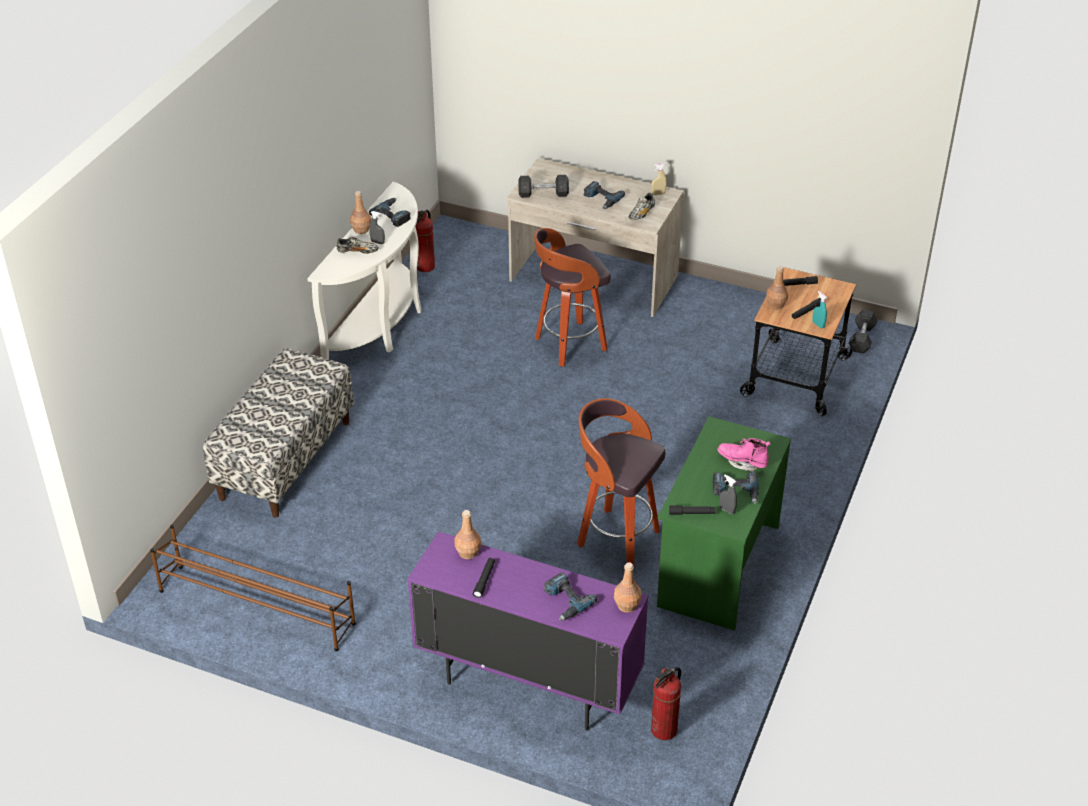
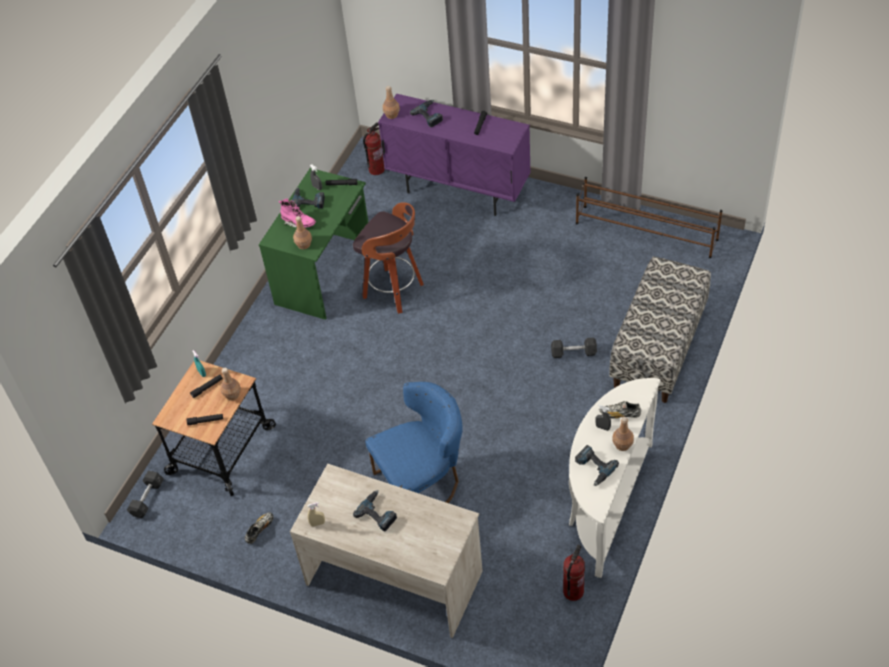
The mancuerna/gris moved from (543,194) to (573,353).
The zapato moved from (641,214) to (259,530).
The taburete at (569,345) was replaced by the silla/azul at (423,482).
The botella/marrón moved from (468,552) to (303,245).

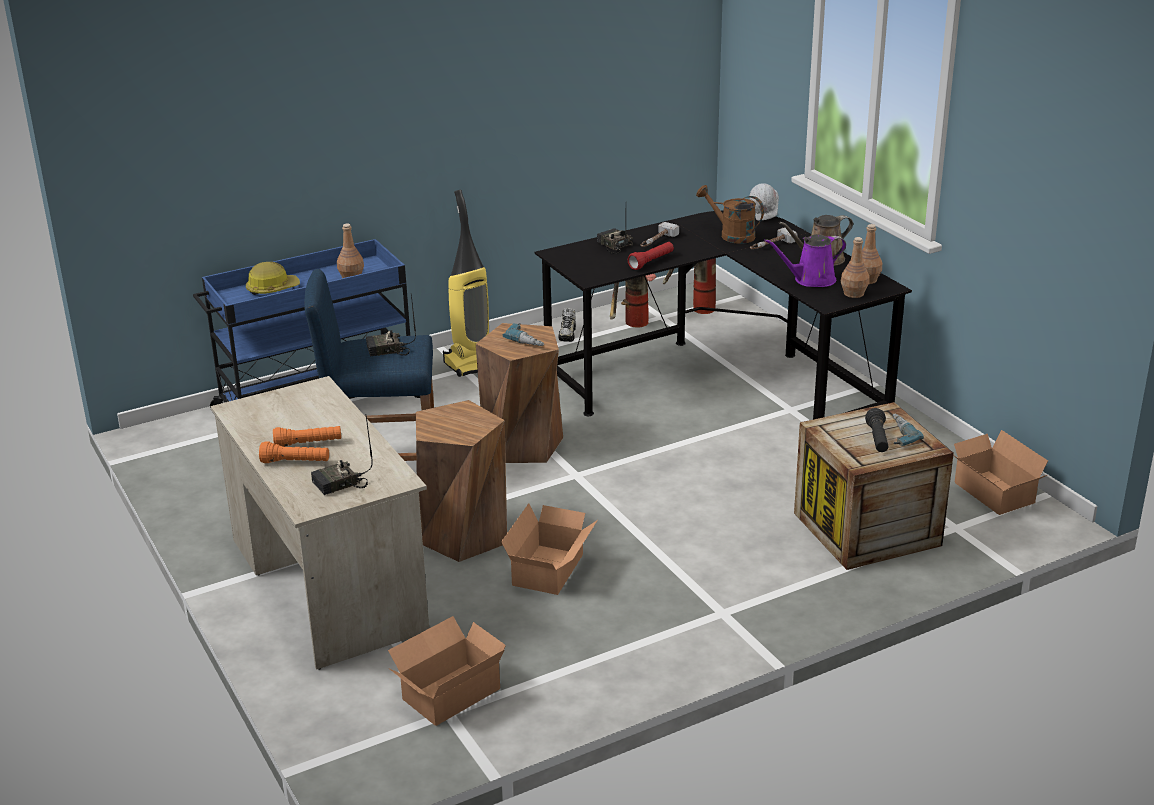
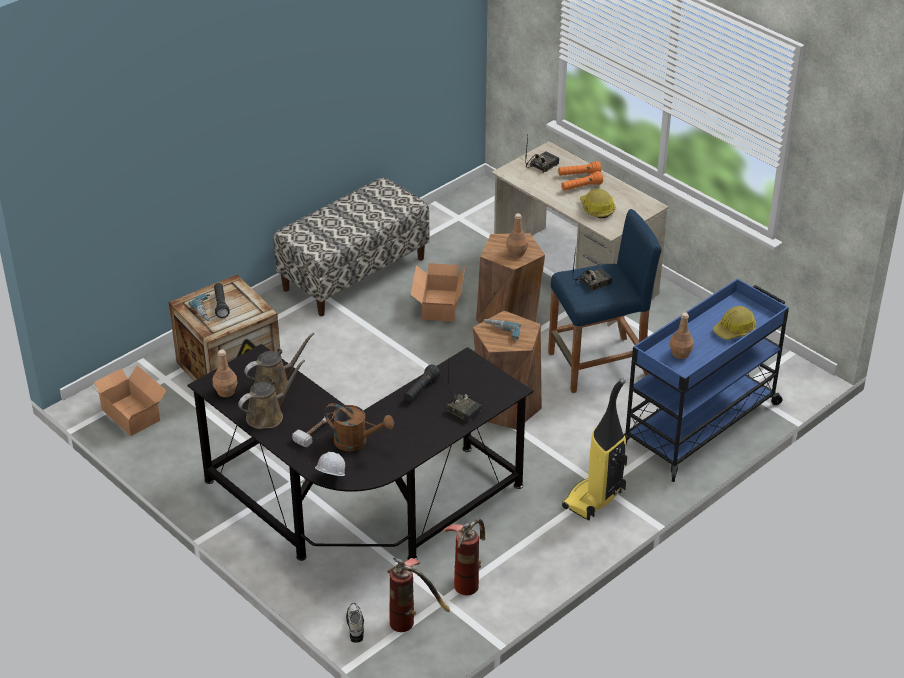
The martillo at (657,241) disappeared.
The regadera/morado at (811,280) became the regadera/marrón at (275,384).
The botella/marrón moved from (854,294) to (516,253).
The linterna/rojo at (651,262) became the linterna/negro at (421,389).
The zapato moved from (567,335) to (355,626).
The caja de cartón at (447,693) disappeared.
The banco at (354,273) appeared.
The casco at (597,209) appeared.

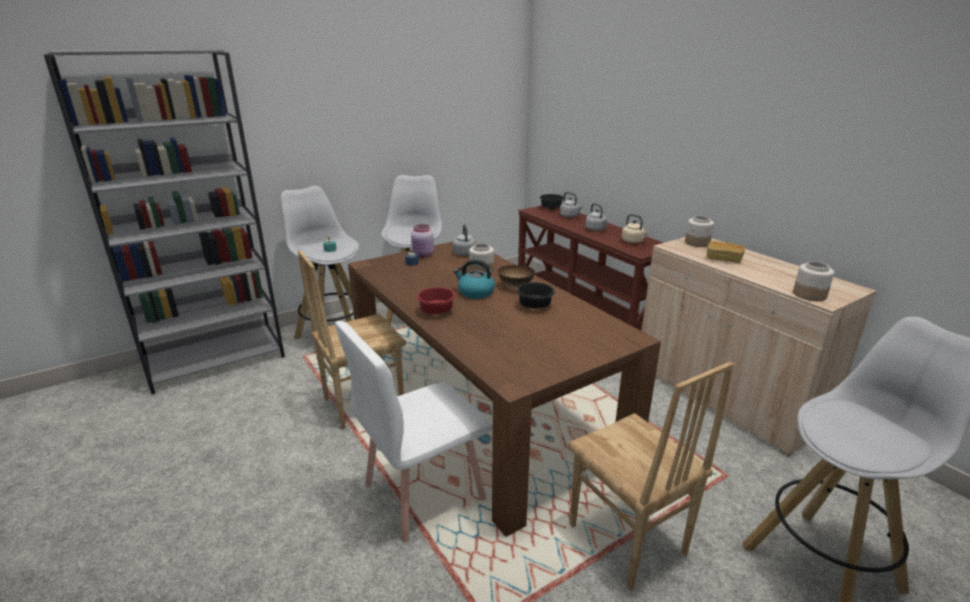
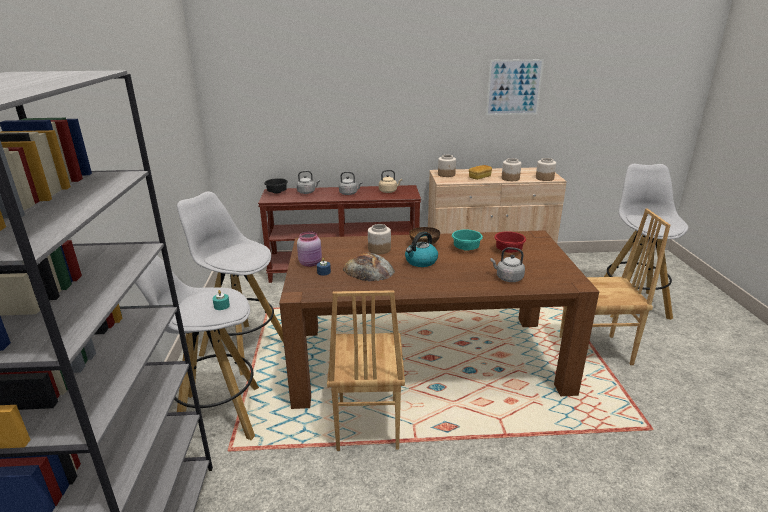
The hervidor/gris moved from (464,253) to (507,278).
The cuenco/negro at (533,306) became the cuenco/turquesa at (466,249).
The cuenco/rojo moved from (436,312) to (509,251).
The silla/blanco at (423,491) disappeared.
The cuadro at (514,87) appeared.
The tarro at (510,178) appeared.
The pan at (368,270) appeared.

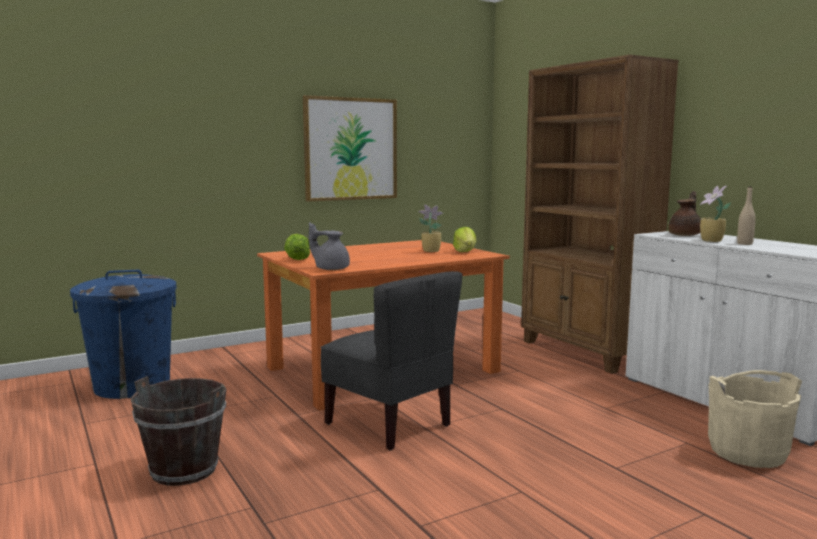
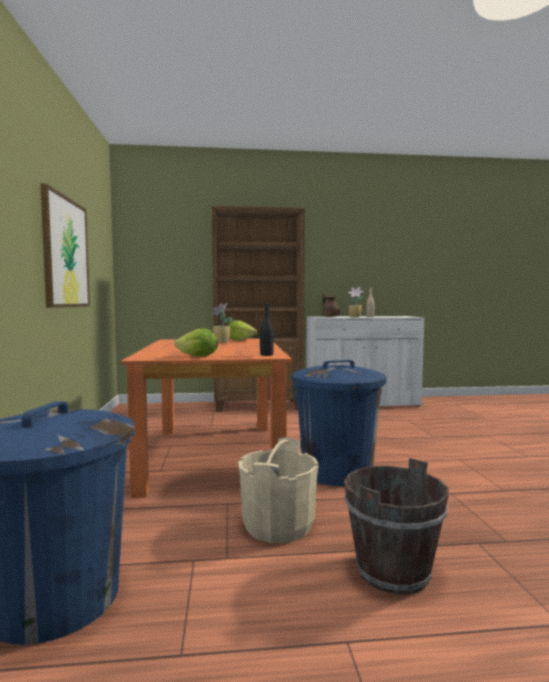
The tetera/gris at (331,269) was replaced by the botella/negro at (266,355).
The silla/gris at (389,424) was replaced by the papelera/azul at (337,472).
The cubo/beis moved from (747,452) to (278,525).

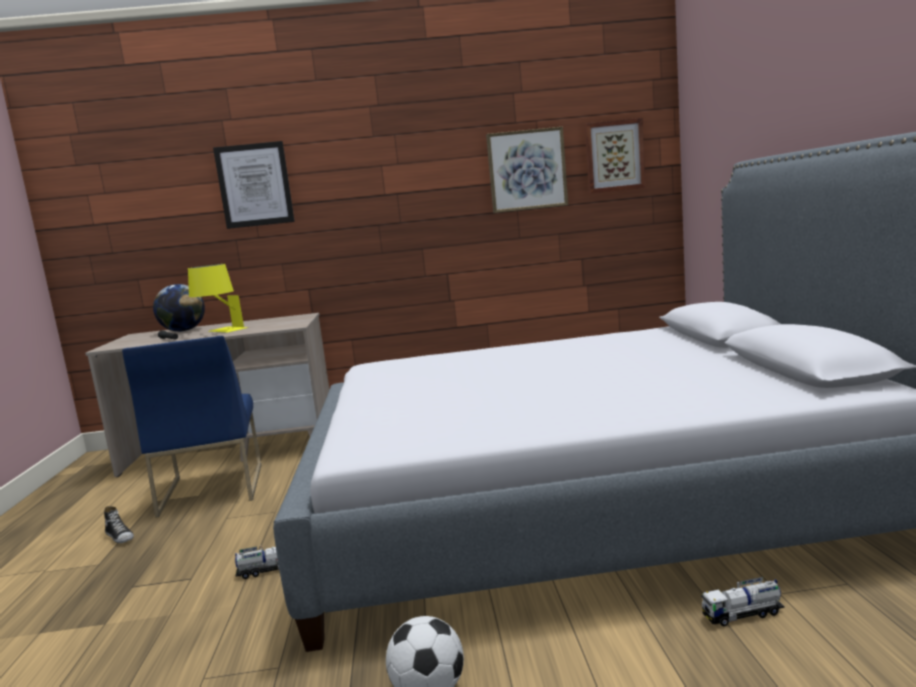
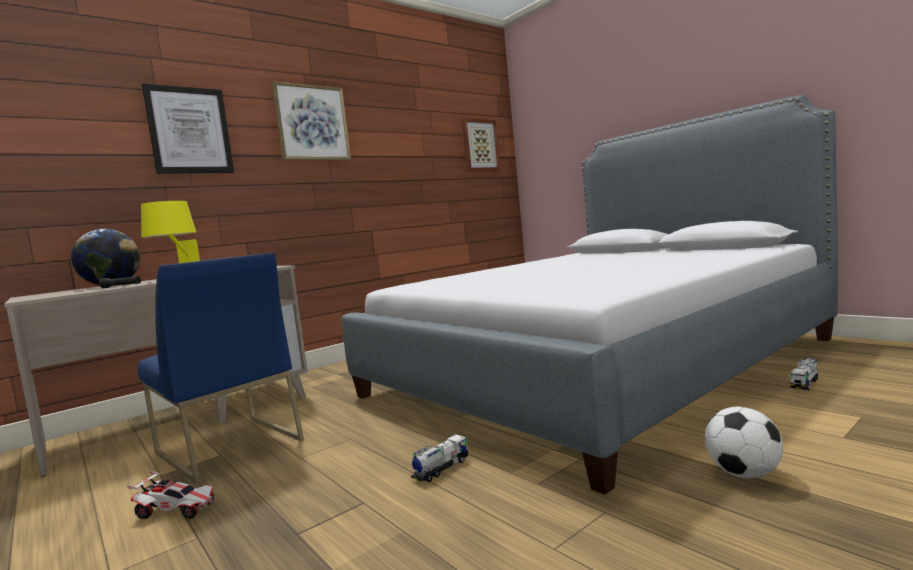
The cuadro moved from (527,170) to (312,123).
The zapato at (120,536) was replaced by the coche de juguete at (177,510).

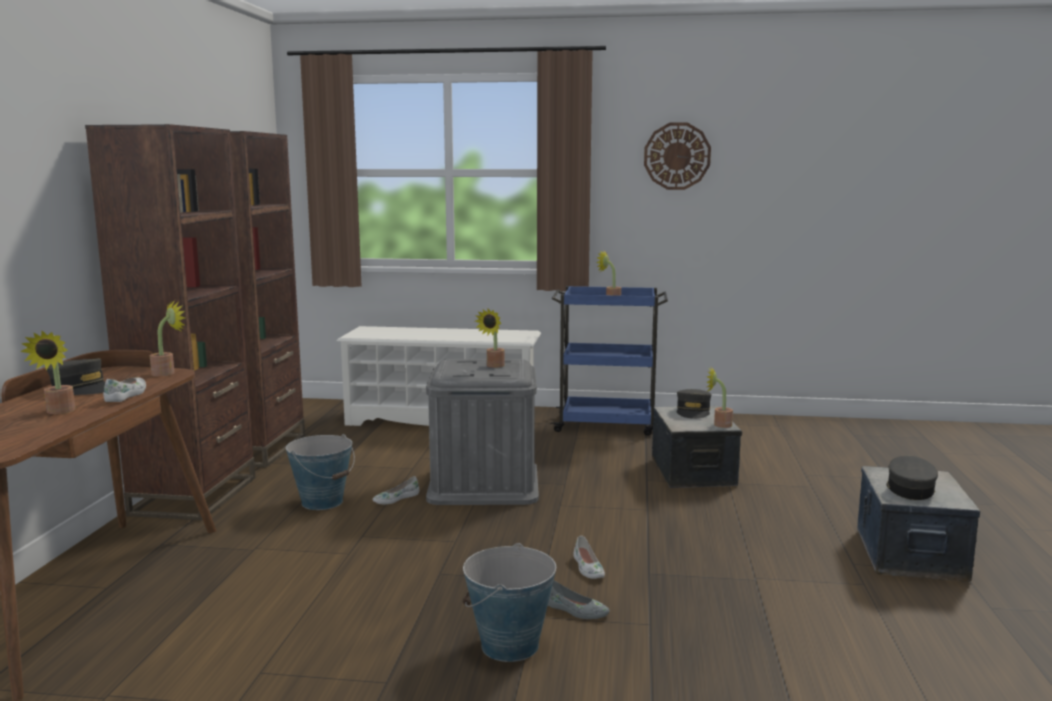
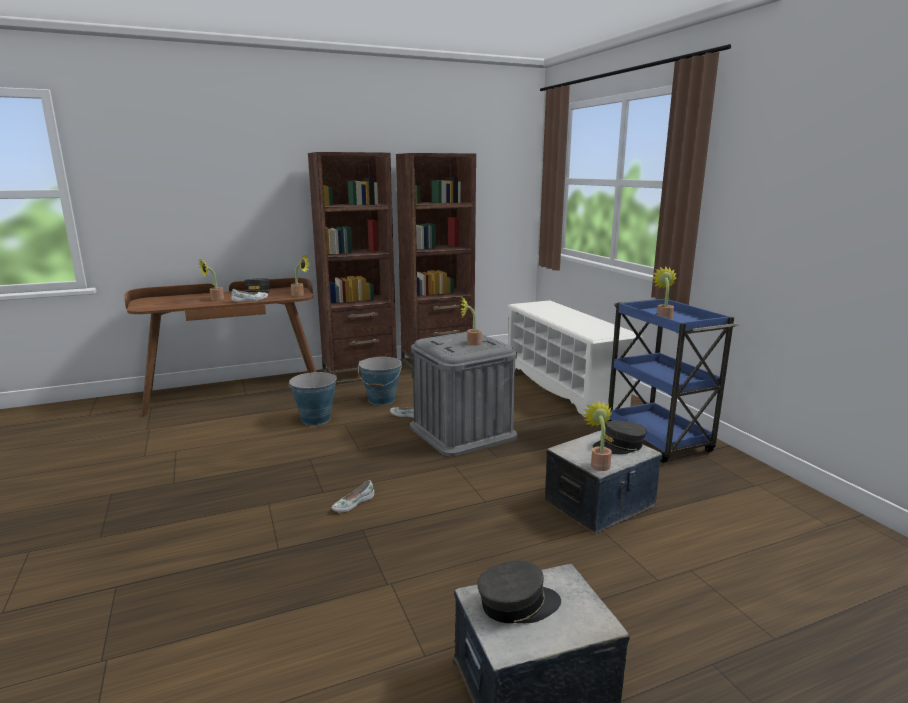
The reloj de pared at (677,156) disappeared.
The cubo moved from (509,645) to (315,419).
The zapato/gris at (576,611) disappeared.

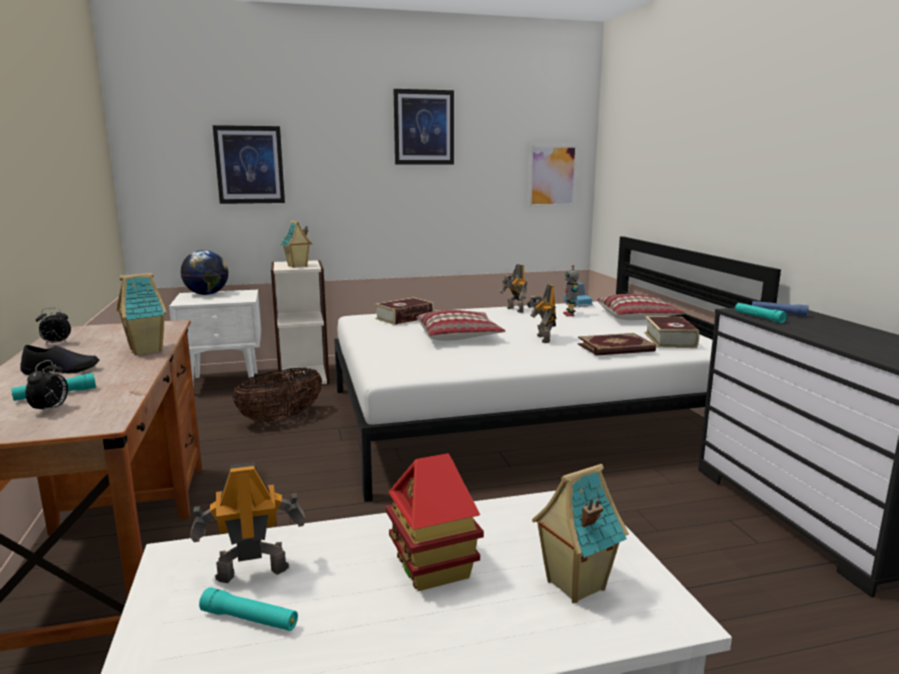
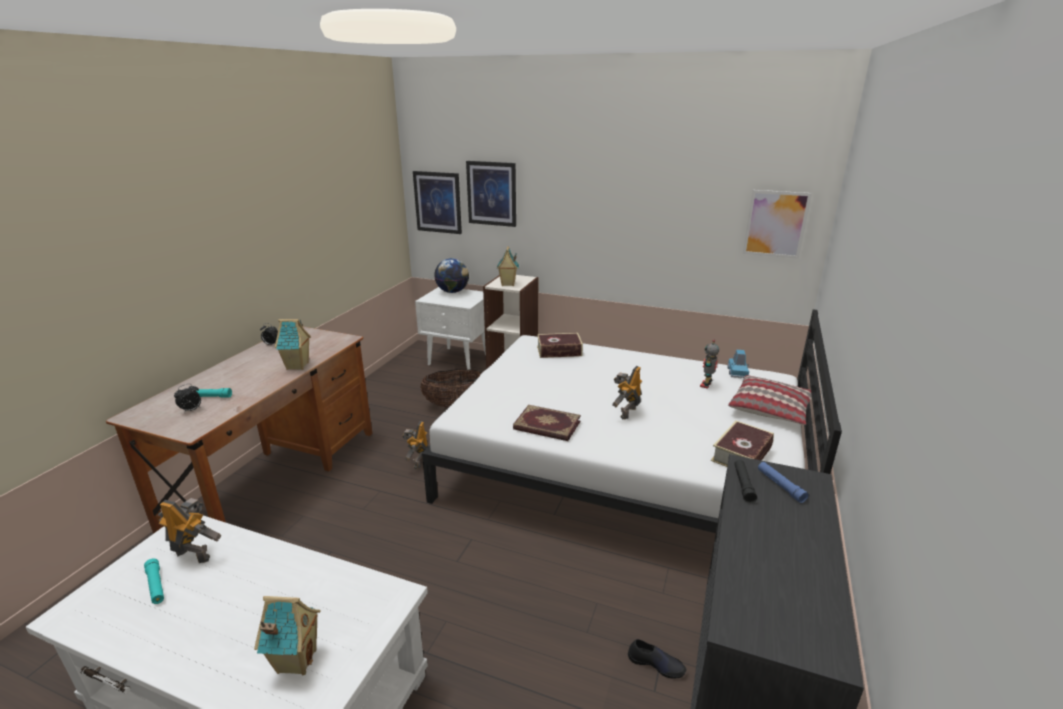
The cuadro moved from (424,127) to (438,202).
The robot de juguete moved from (514,310) to (418,461).
The linterna/turquesa at (758,317) became the linterna/negro at (743,484).
The cojín at (459,336) disappeared.
The libro moved from (616,348) to (546,426).
The zapato/negro moved from (62,370) to (656,664).
The casita at (433,567) disappeared.

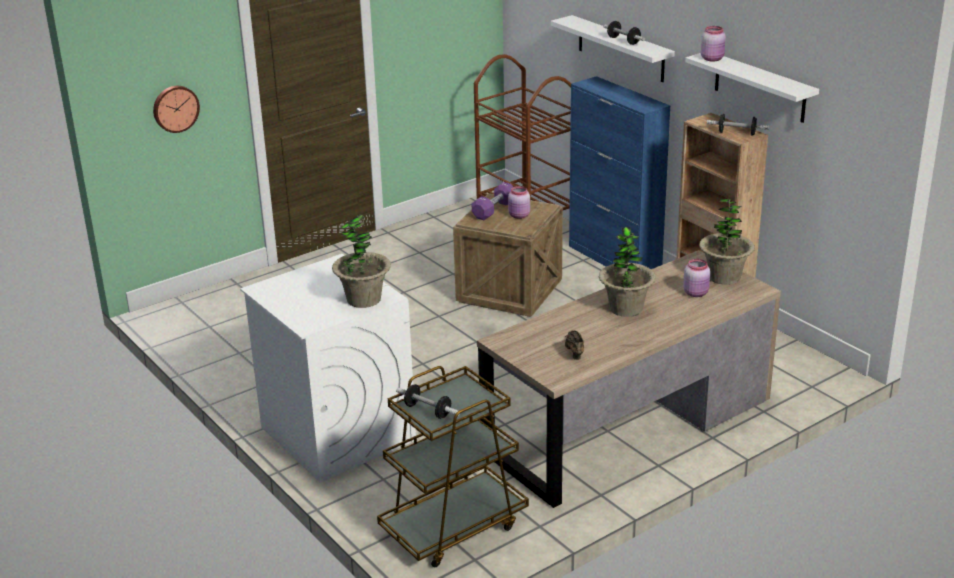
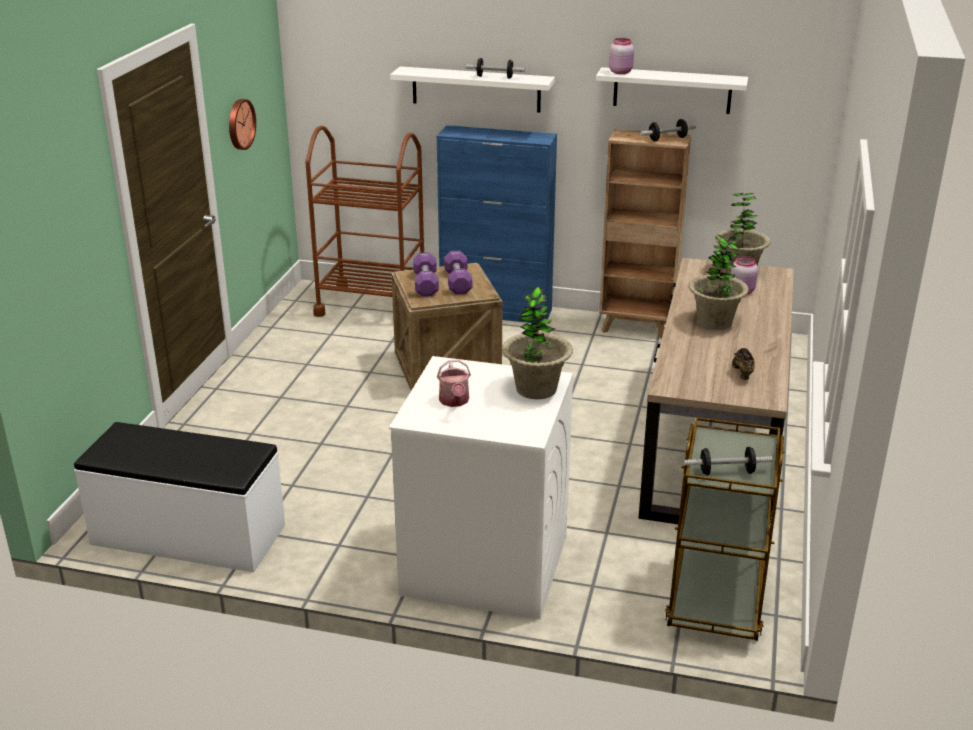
The reloj de pared moved from (175,108) to (240,124).
The tarro/rosa at (519,216) was replaced by the mancuerna/morado at (458,282).
The zapato/marrón at (574,352) turned 45 degrees clockwise.
The regadera at (454,401) appeared.
The banco/blanco at (188,535) appeared.

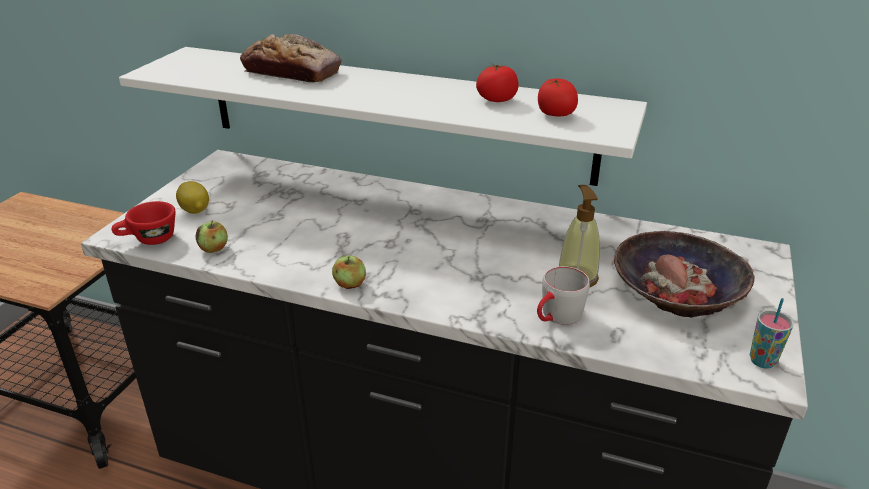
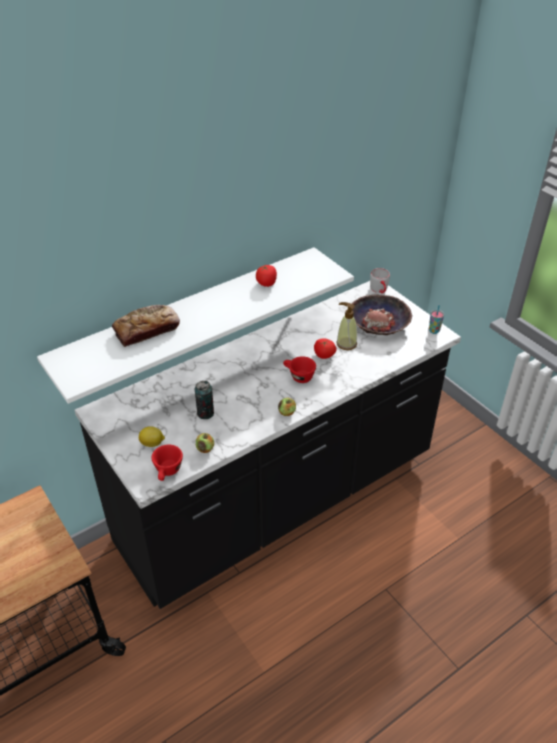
The tomate moved from (555,114) to (324,355).
The taza grande/gris moved from (556,317) to (380,290).
The taza/rojo at (298,376) appeared.
The lata at (205,413) appeared.

